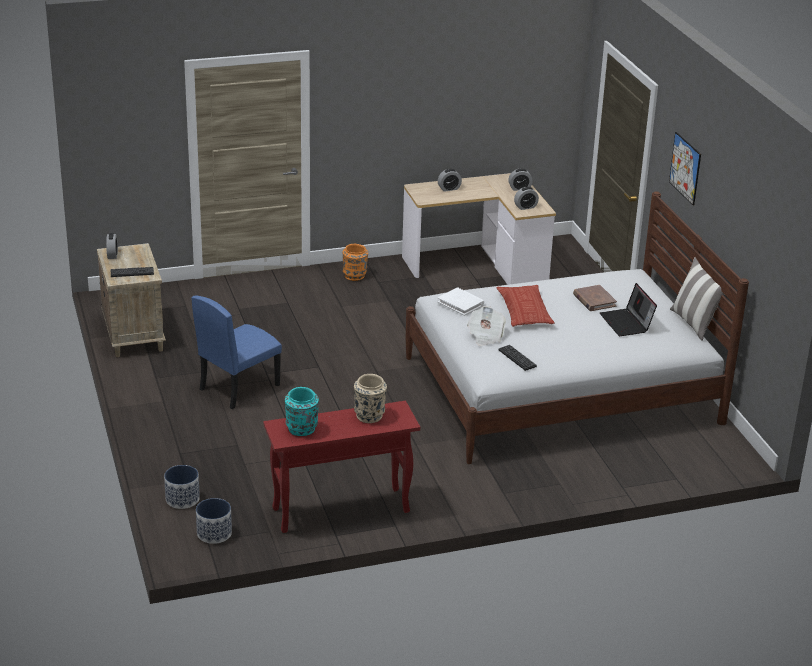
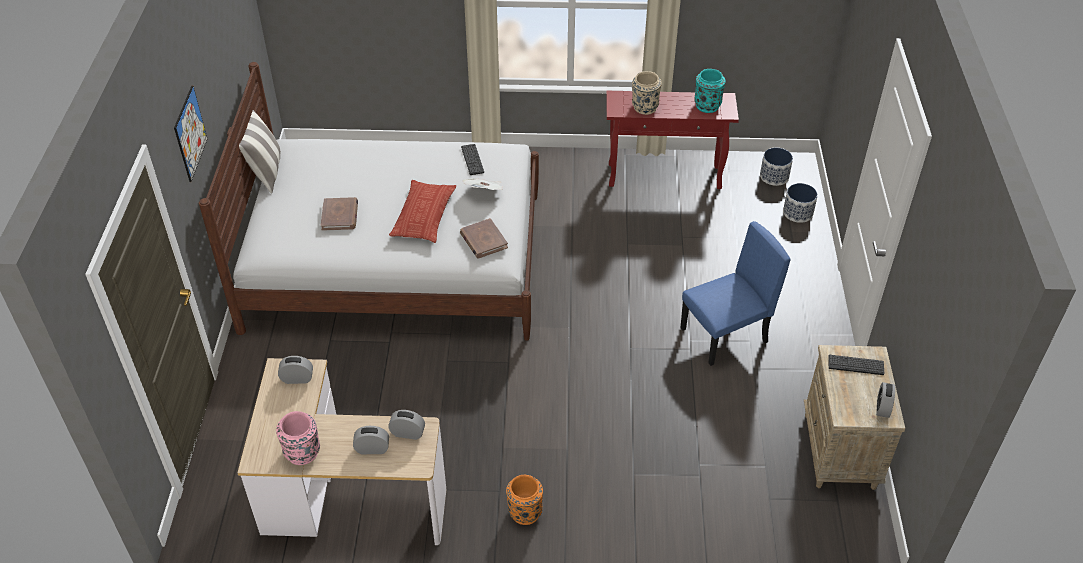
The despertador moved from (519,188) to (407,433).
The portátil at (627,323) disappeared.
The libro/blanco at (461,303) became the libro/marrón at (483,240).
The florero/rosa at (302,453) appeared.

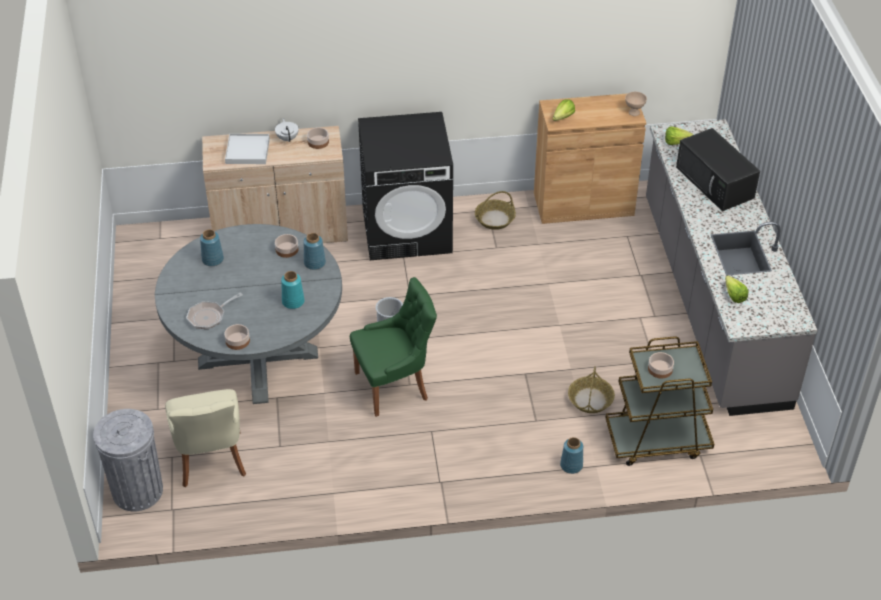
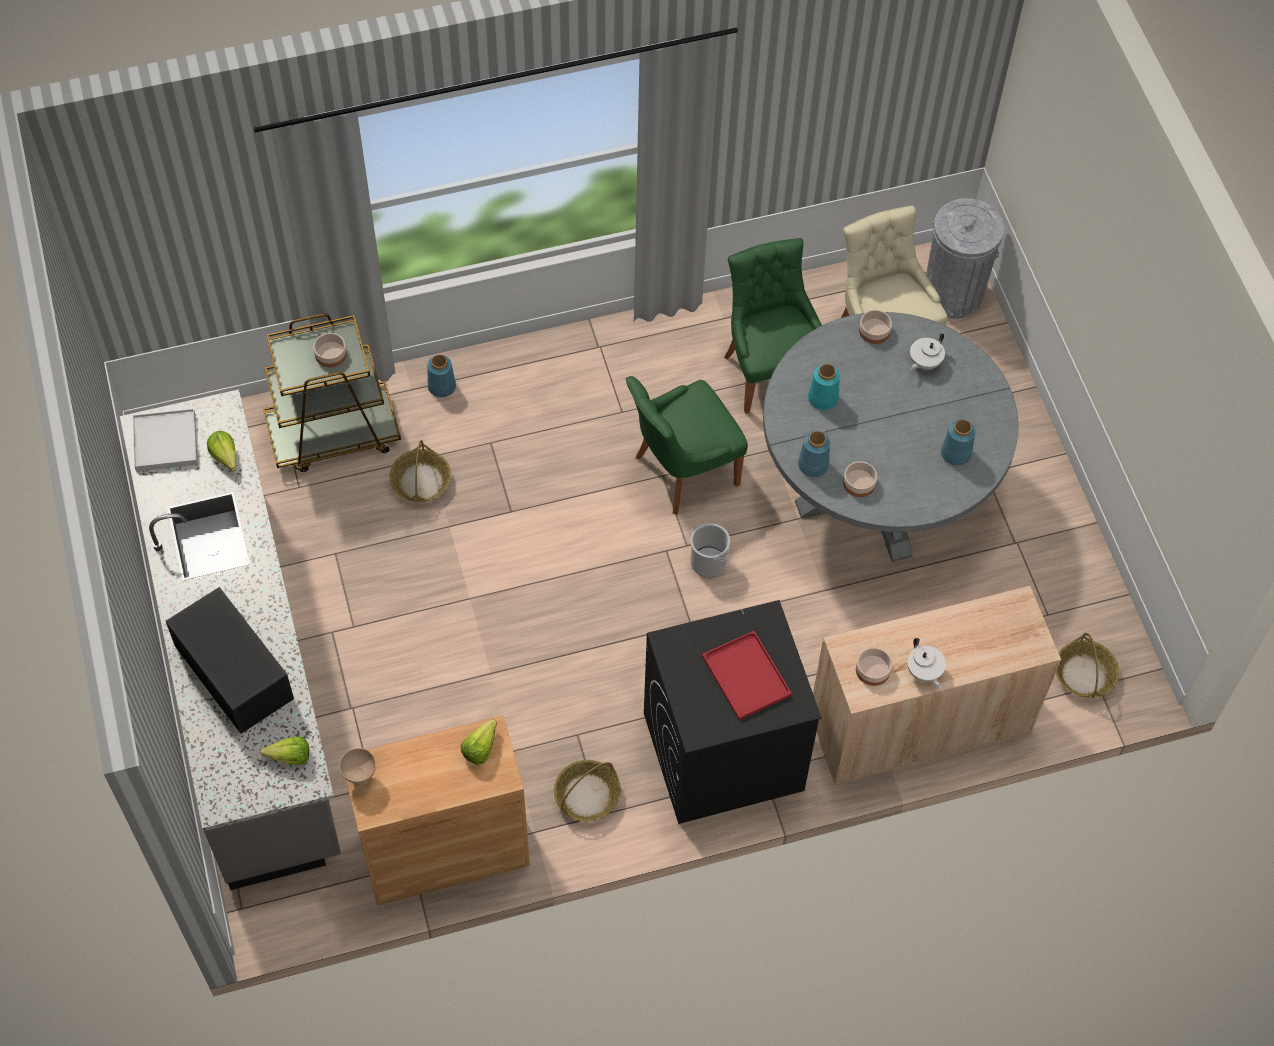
The bandeja/blanco moved from (247,151) to (166,442).
The sartén at (209,316) was replaced by the tetera/blanco at (924,362).
The silla/verde at (770,371) appeared.
The bandeja/rojo at (748,677) appeared.
The cesta at (1084,675) appeared.

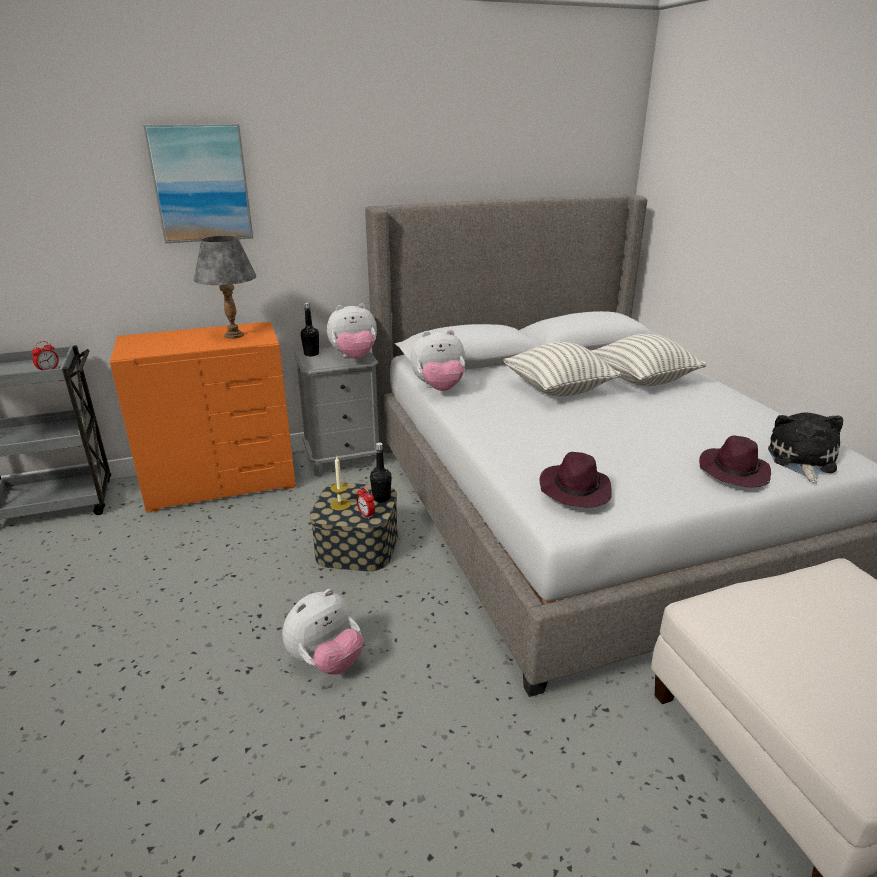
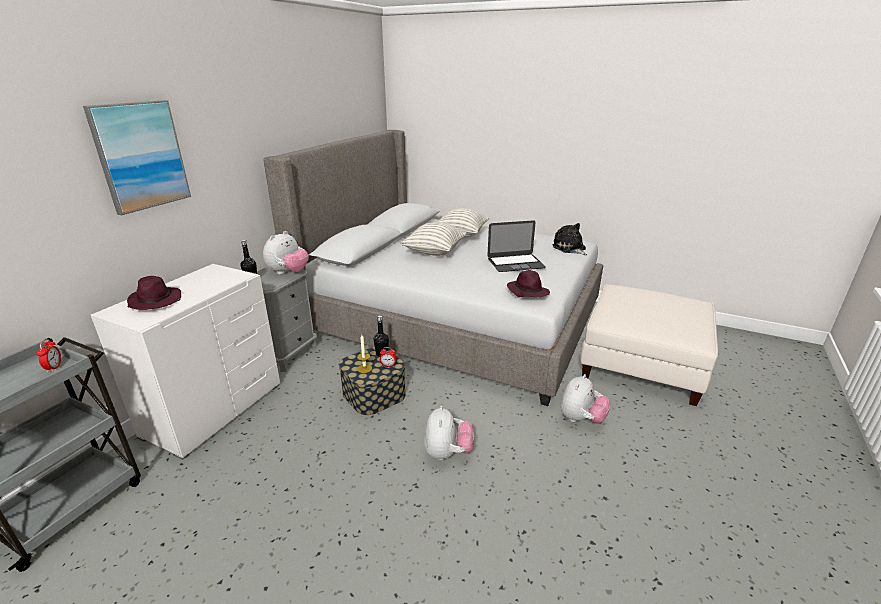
The lámpara de mesa/gris at (234,335) disappeared.
The cómoda/naranja at (222,482) became the cómoda/blanco at (213,409).
The peluche moved from (439,389) to (581,419).
The sombrero/morado moved from (733,472) to (155,301).
The portátil at (515,263) appeared.

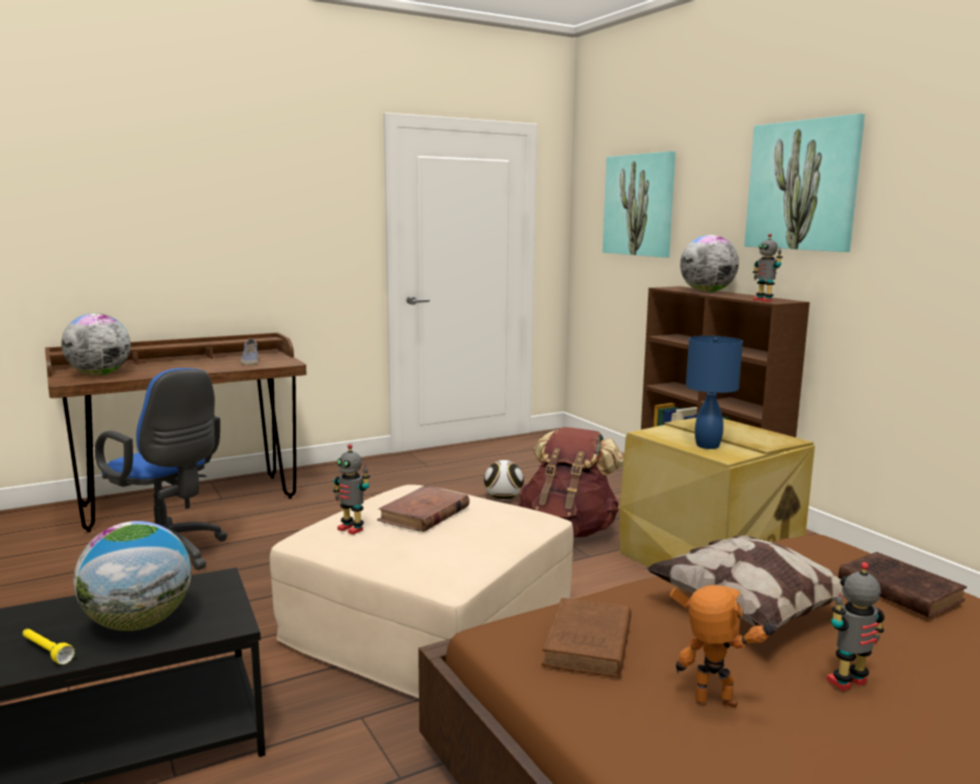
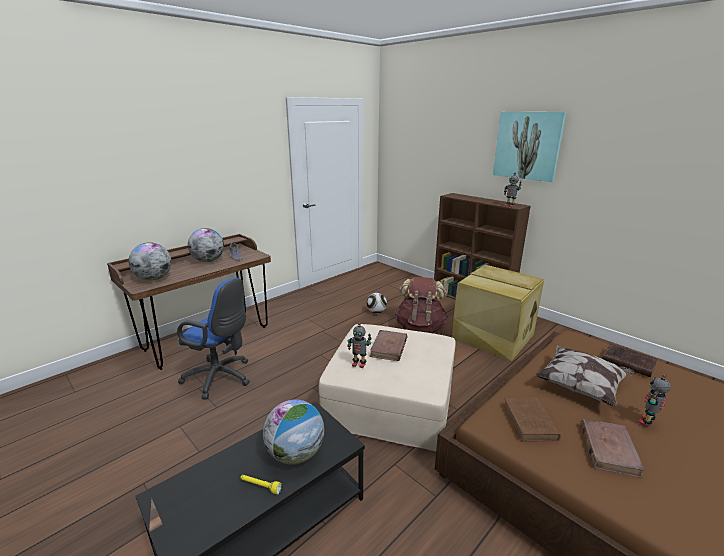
The cuadro at (638,205) disappeared.
The globo terráqueo moved from (707,292) to (208,261).
The lámpara de mesa/azul at (708,446) disappeared.
The robot de juguete at (716,707) was replaced by the libro/marrón at (608,449).

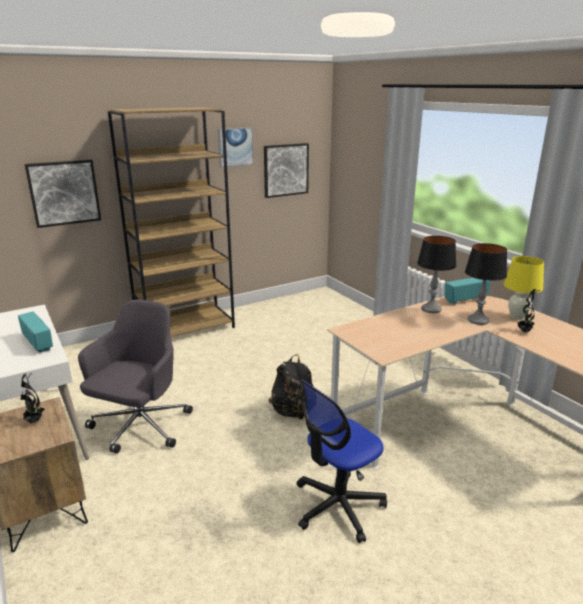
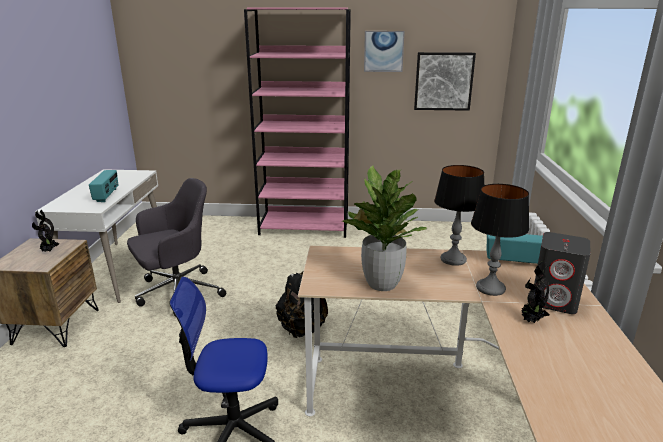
The estantería/marrón at (186,329) became the estantería/rosa at (305,227).
The cuadro at (64,193) disappeared.
The lámpara de mesa/amarillo at (517,316) was replaced by the altavoz/gris at (555,301).
The planta en maceta at (381,284) appeared.

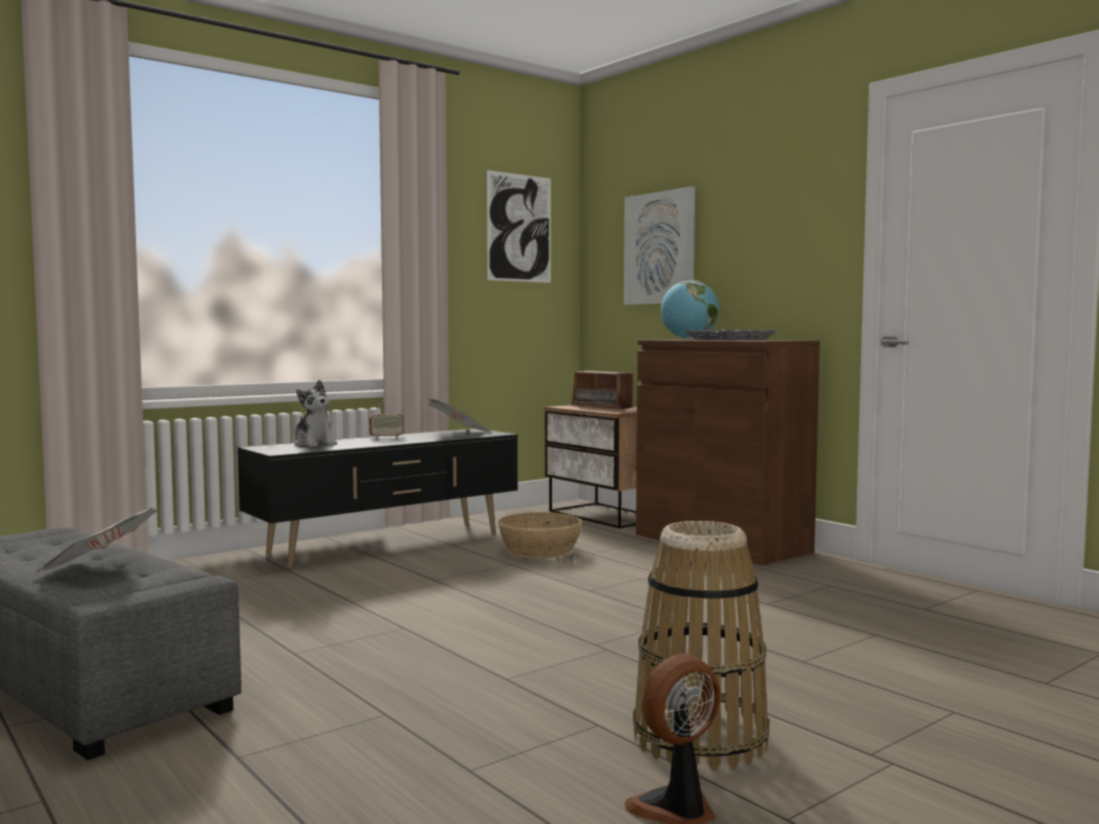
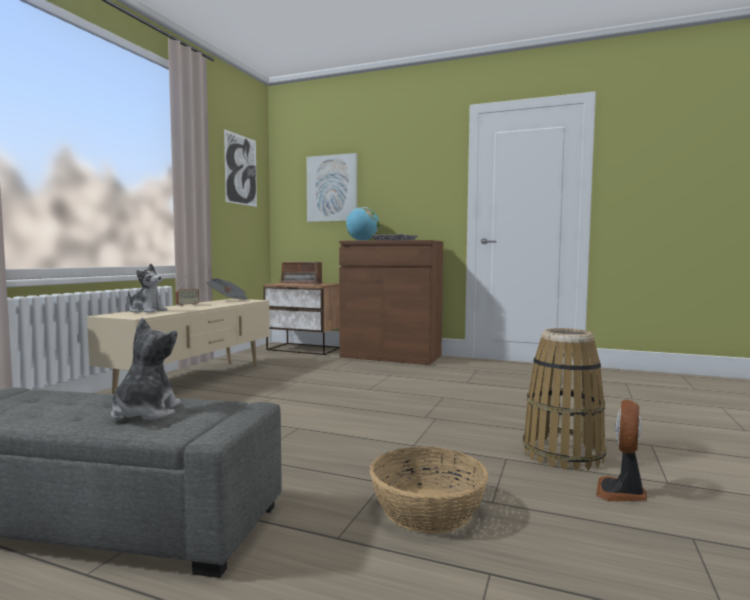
The mueble de televisión/negro at (388,545) became the mueble de televisión/beis at (195,380).
The periódico at (99,570) was replaced by the peluche at (145,413).
The cesta moved from (540,550) to (427,509).

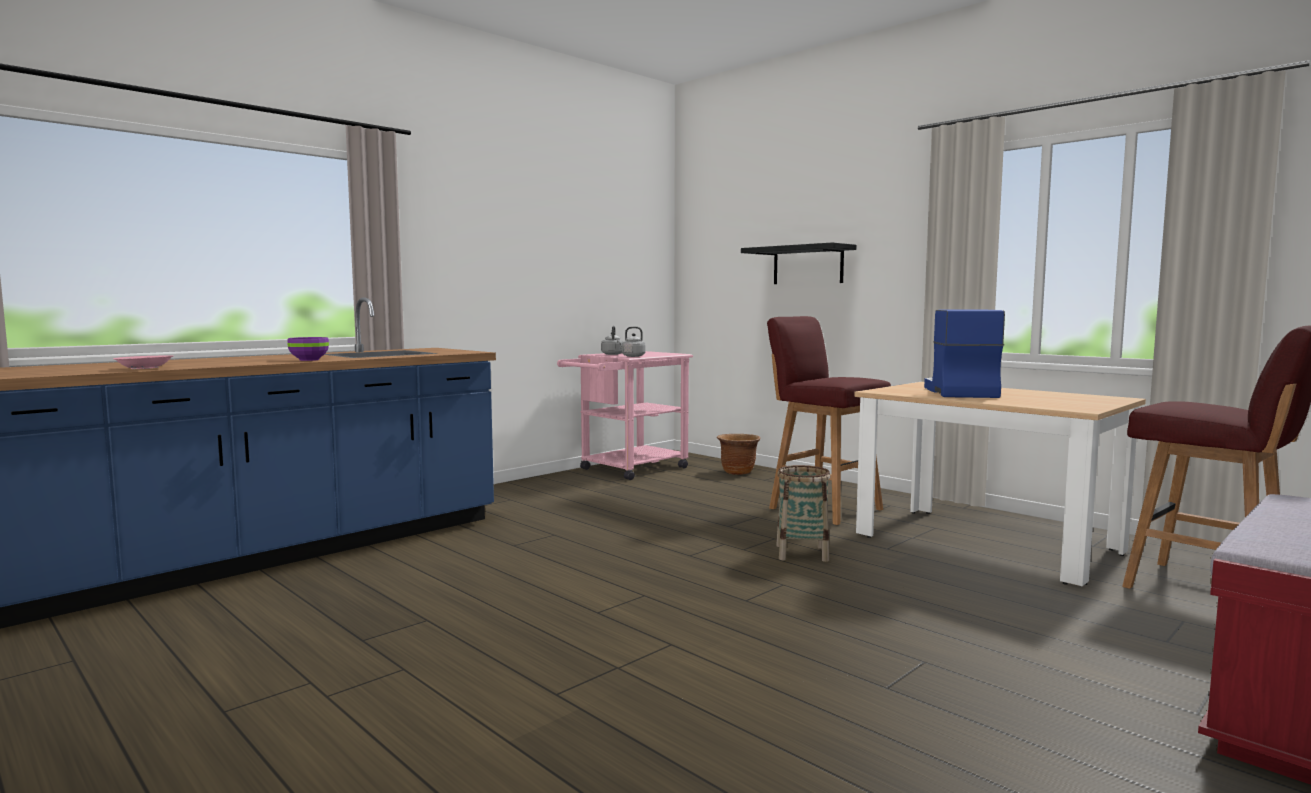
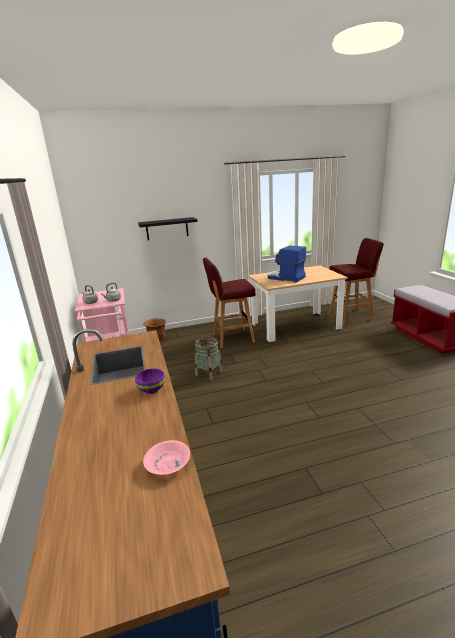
The cesta moved from (802,553) to (209,373).

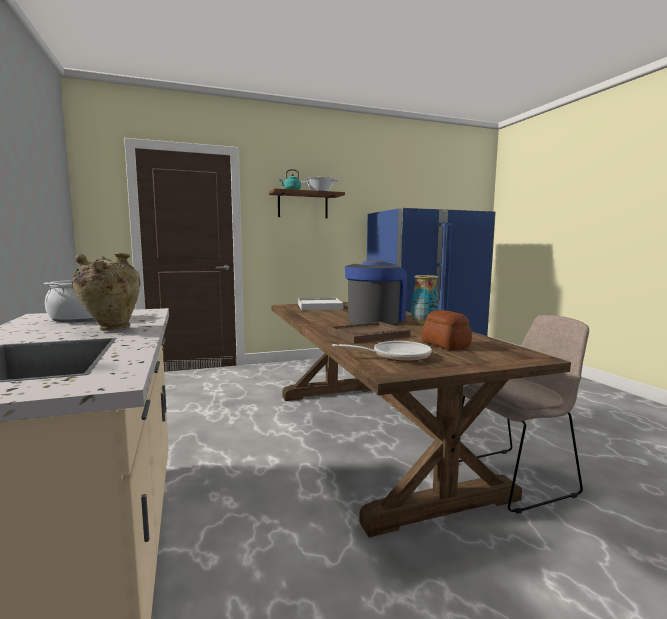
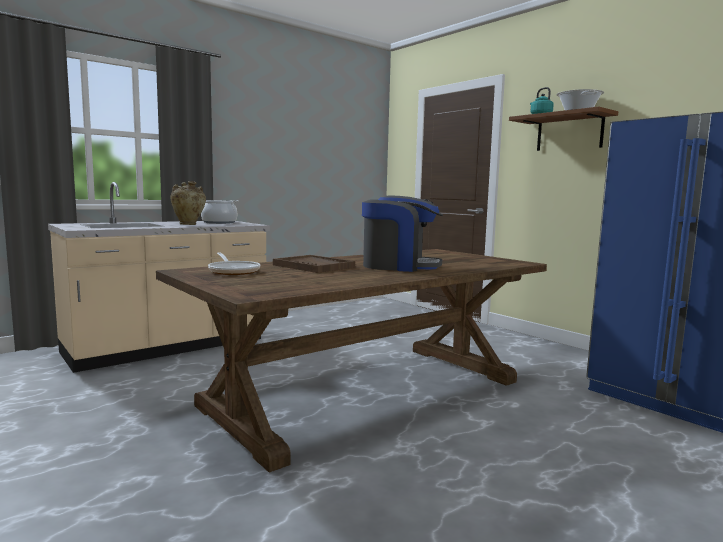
The florero at (423,323) disappeared.
The bandeja/blanco at (319,306) disappeared.
The pan at (445,345) disappeared.
The silla/beis at (515,478) disappeared.

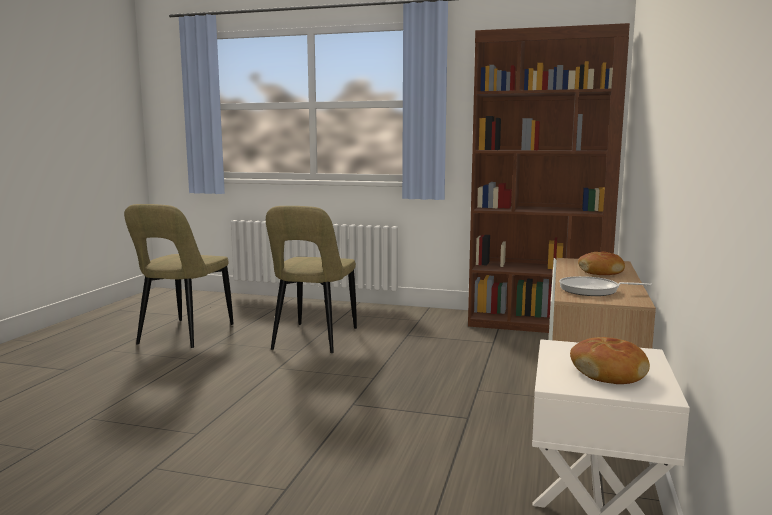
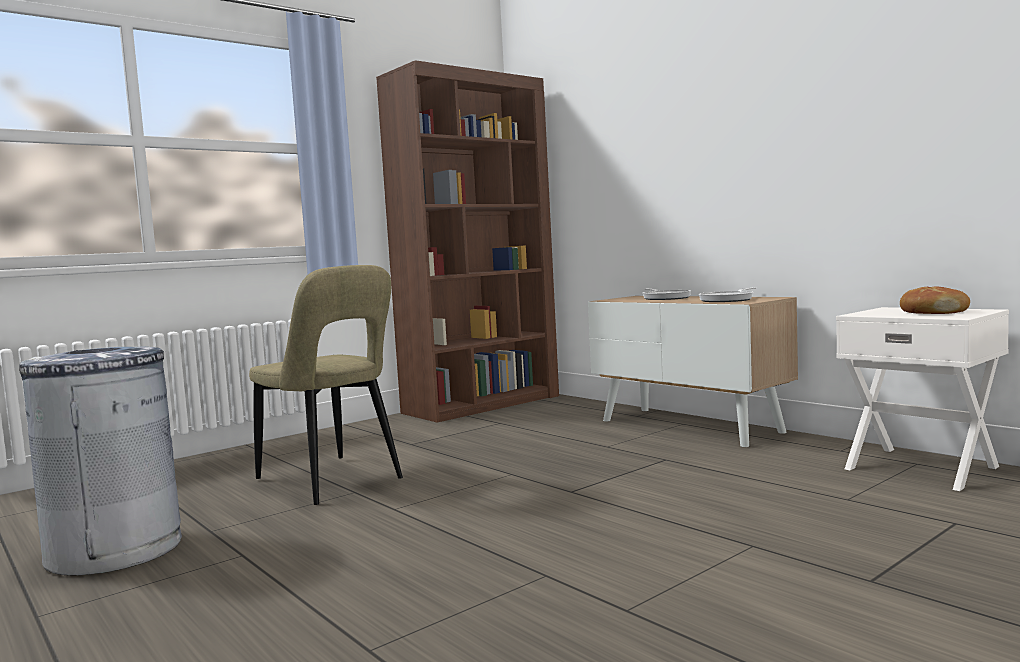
The silla/beis at (183,335) was replaced by the papelera/gris at (115,550).
The pan at (601,271) was replaced by the sartén at (665,298).

